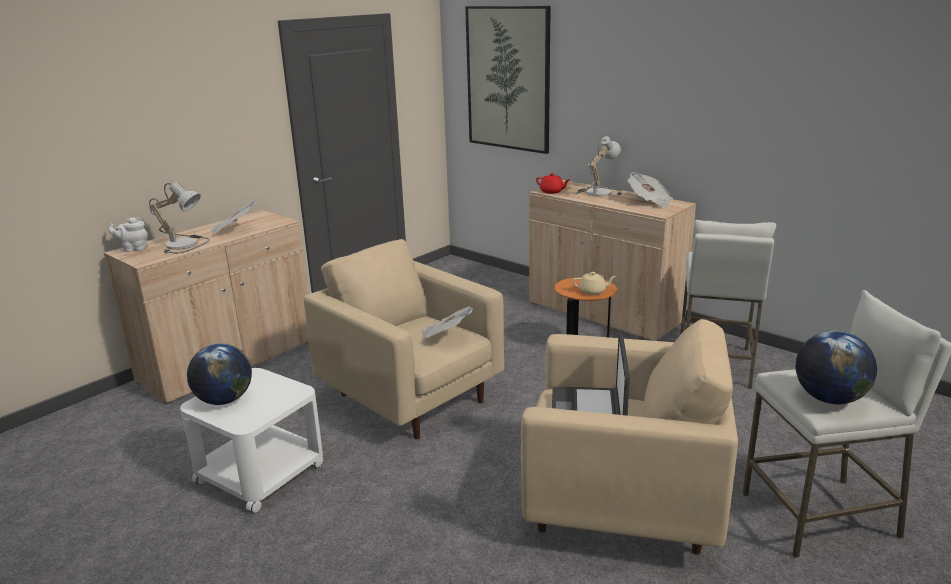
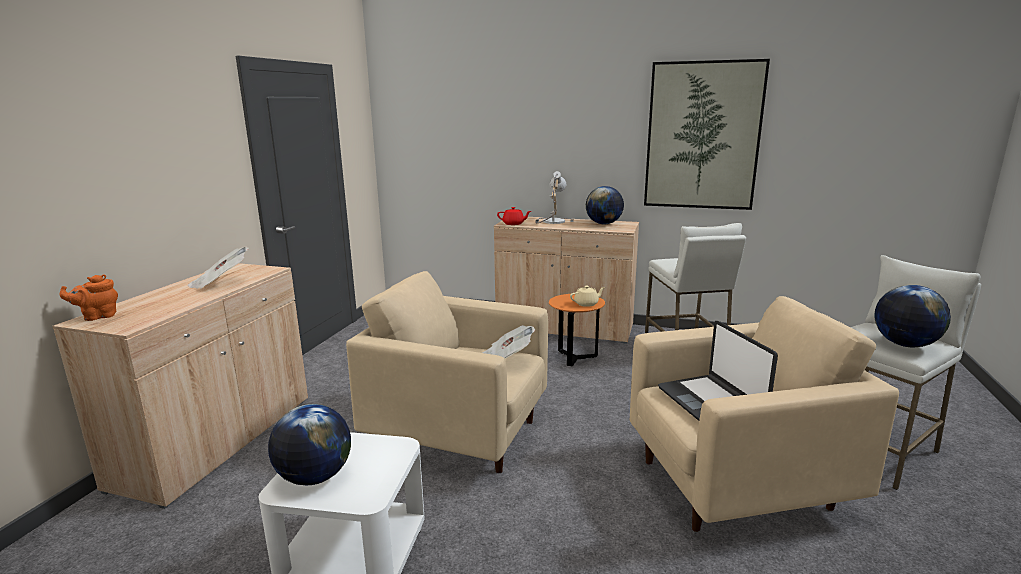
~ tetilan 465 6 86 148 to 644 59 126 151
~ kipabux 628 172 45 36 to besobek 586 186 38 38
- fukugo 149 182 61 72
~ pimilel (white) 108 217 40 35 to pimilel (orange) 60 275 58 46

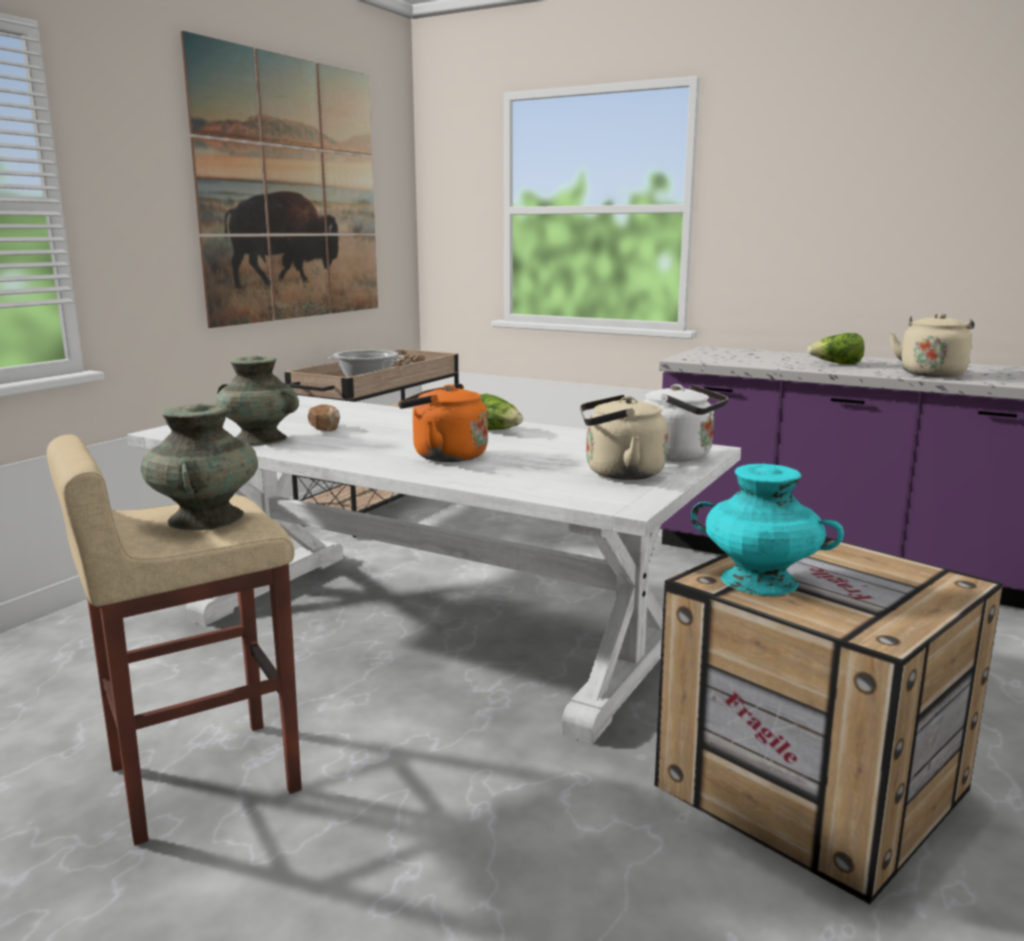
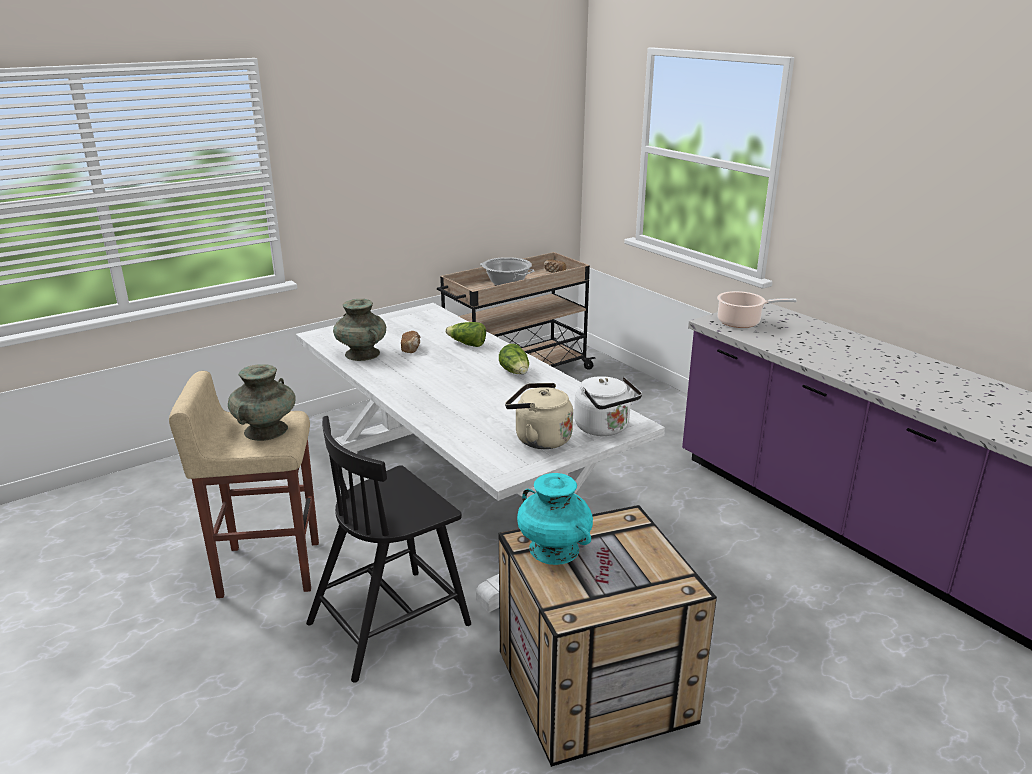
- tetilan 181 31 197 297
- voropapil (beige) 890 313 84 64
~ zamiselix 807 333 58 31 to 445 322 41 25
- voropapil (orange) 398 384 90 78
+ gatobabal 717 291 80 37
+ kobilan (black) 306 416 165 267

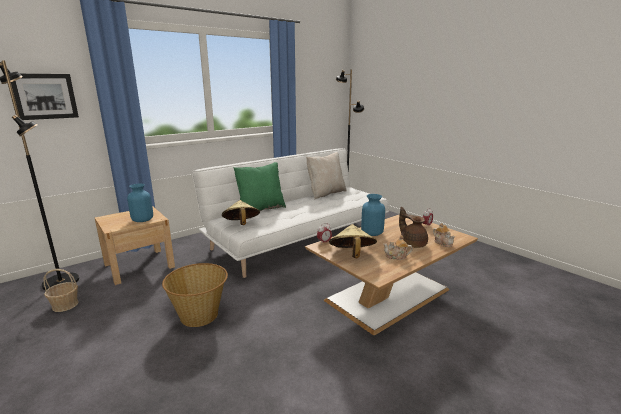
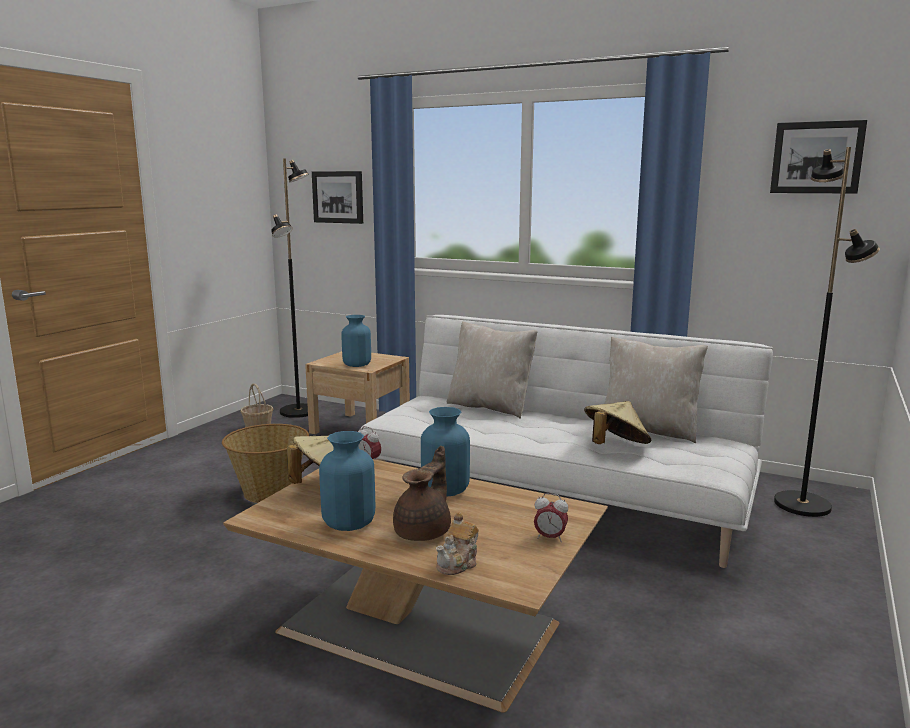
~ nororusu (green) 234 162 52 49 to nororusu (beige) 447 321 91 98
~ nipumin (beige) 222 200 38 25 to 584 401 67 43
~ pimilel 383 235 30 25 to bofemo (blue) 319 431 56 100
+ tetilan 770 120 97 74

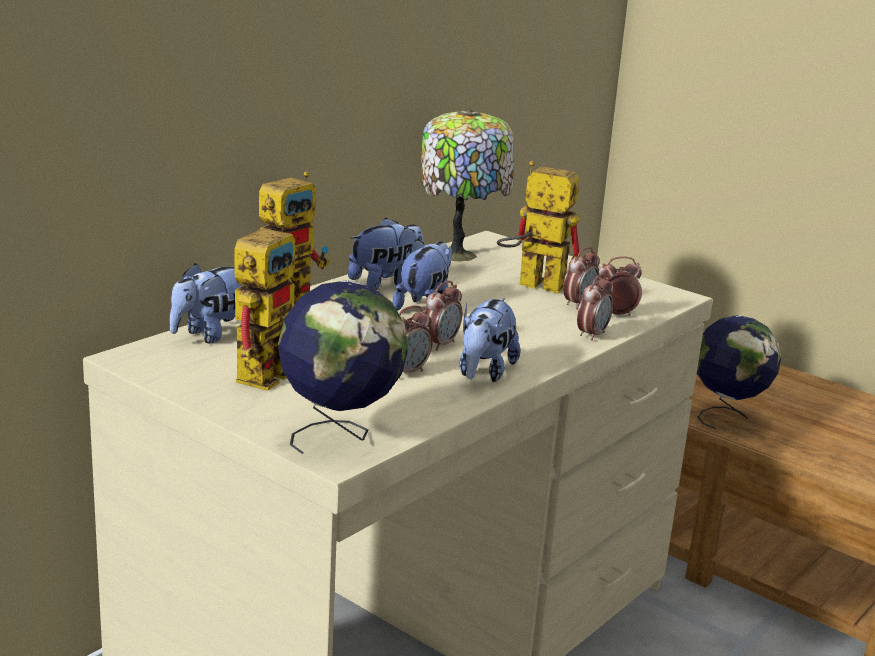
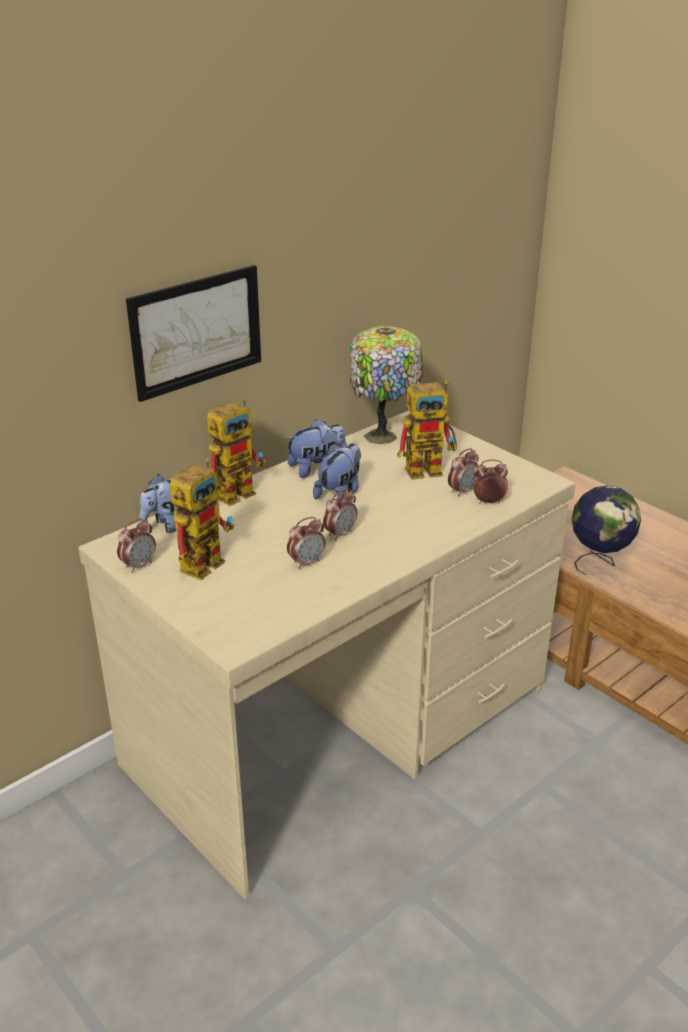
~ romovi 497 161 85 133 = 397 380 60 100 135 degrees clockwise
~ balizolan 577 274 37 67 to 117 519 39 54
- besobek 278 280 130 174
- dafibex 459 298 61 84
+ tetilan 126 265 135 137

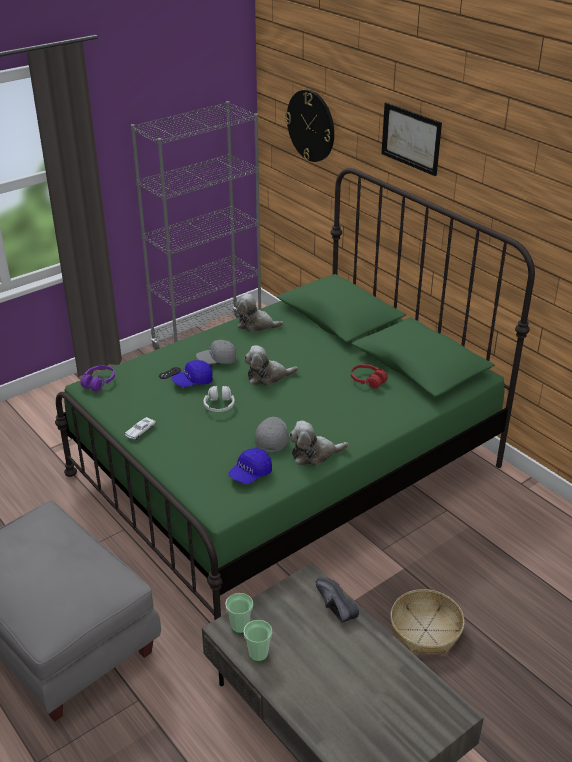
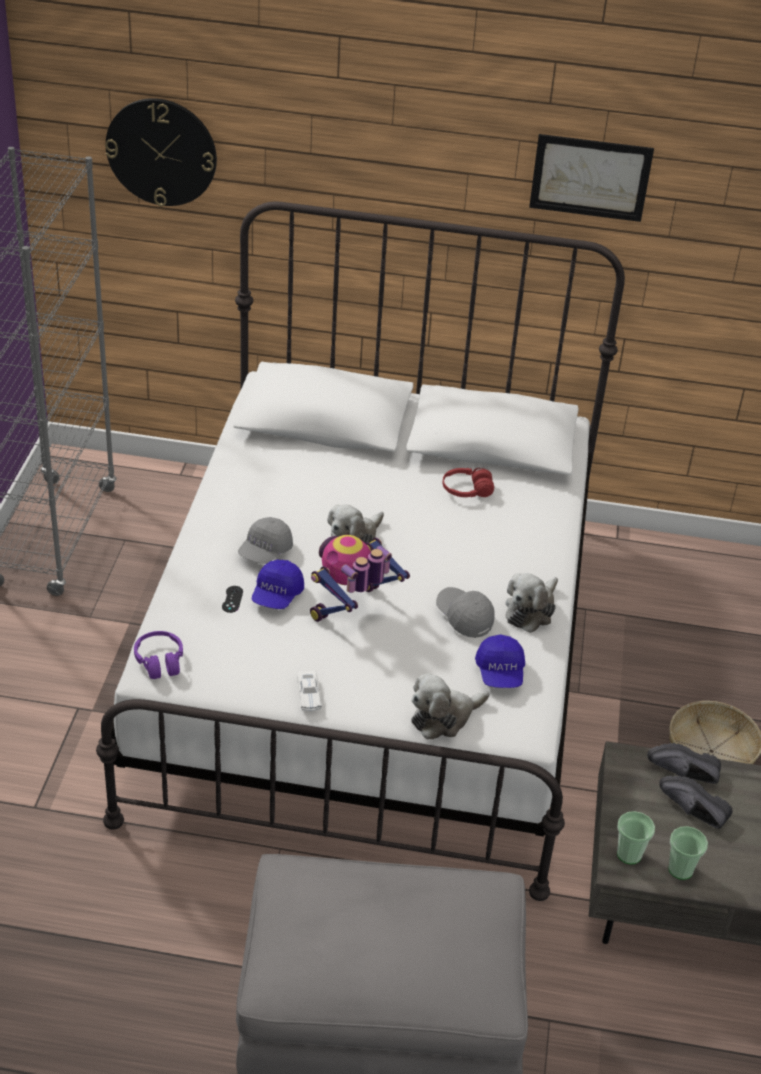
~ tetilan 381 102 61 74 to 529 134 125 88
~ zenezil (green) 55 168 480 452 to zenezil (white) 96 201 529 700
~ dafibex 235 293 49 39 to 411 673 78 67
~ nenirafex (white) 204 386 31 26 to romovi 310 535 100 87
+ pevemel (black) 659 776 73 53

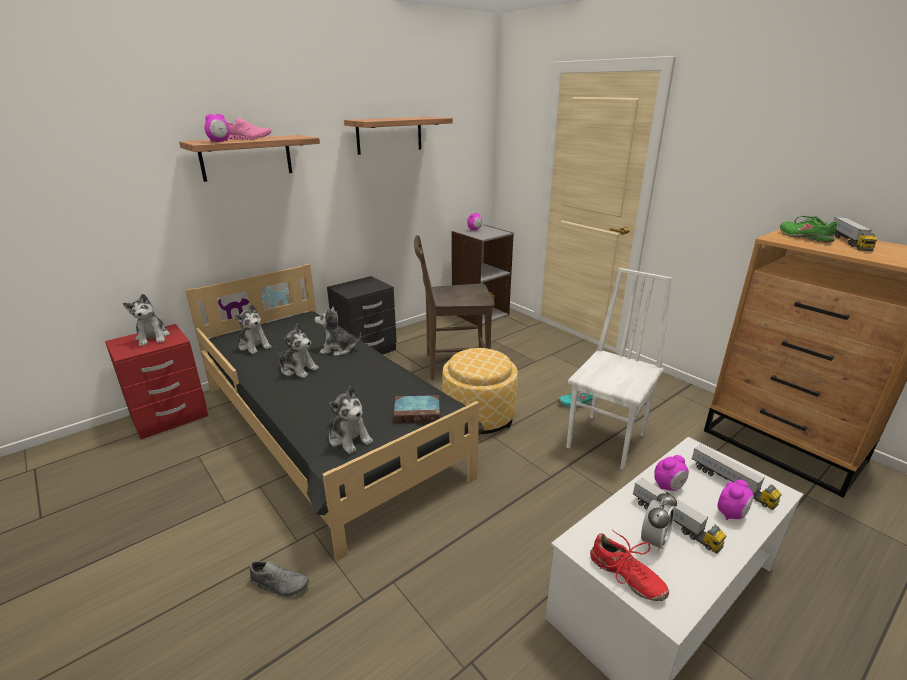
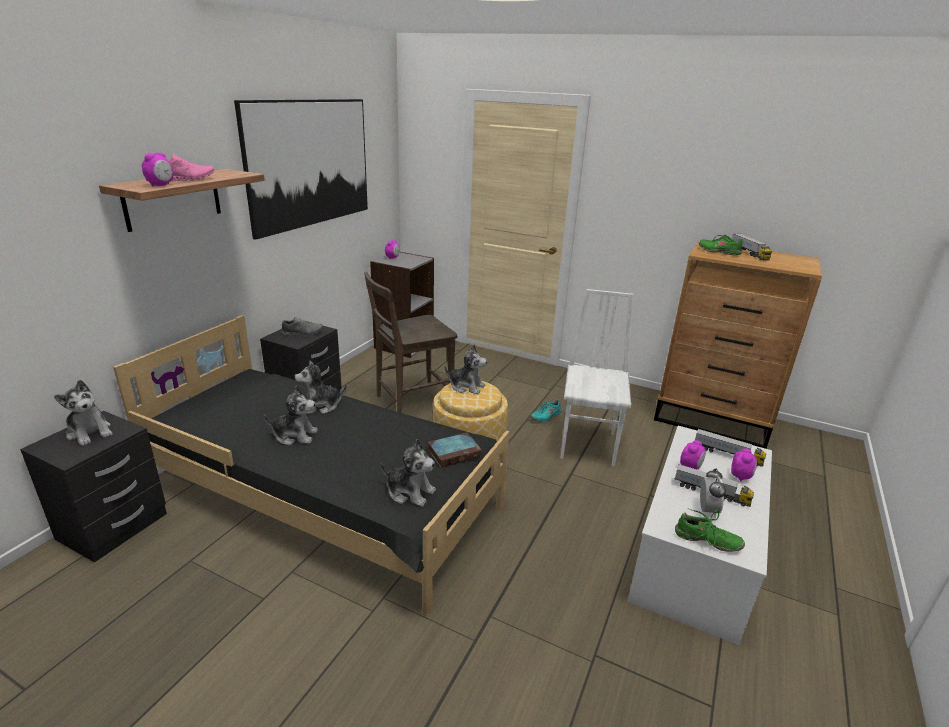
~ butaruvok 344 117 109 38 to tetilan 234 99 134 141
~ dafibex 235 304 37 50 to 445 344 42 50
~ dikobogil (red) 105 324 104 115 to dikobogil (black) 20 411 147 151
~ pevemel (red) 590 530 79 71 to pevemel (green) 675 508 70 44
~ pevemel (grey) 250 561 59 36 to 282 317 41 19

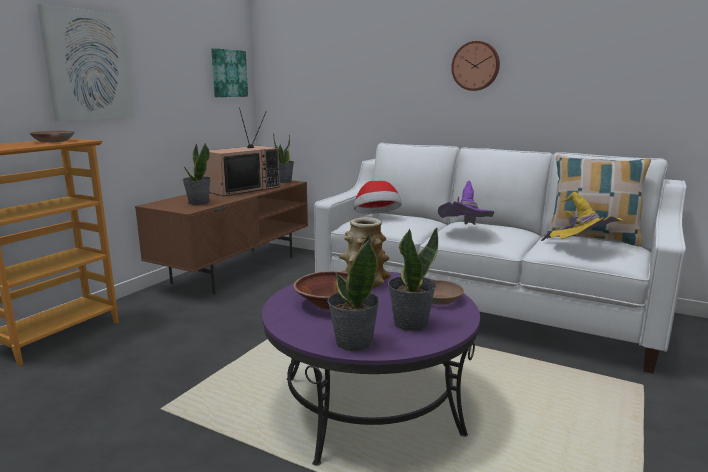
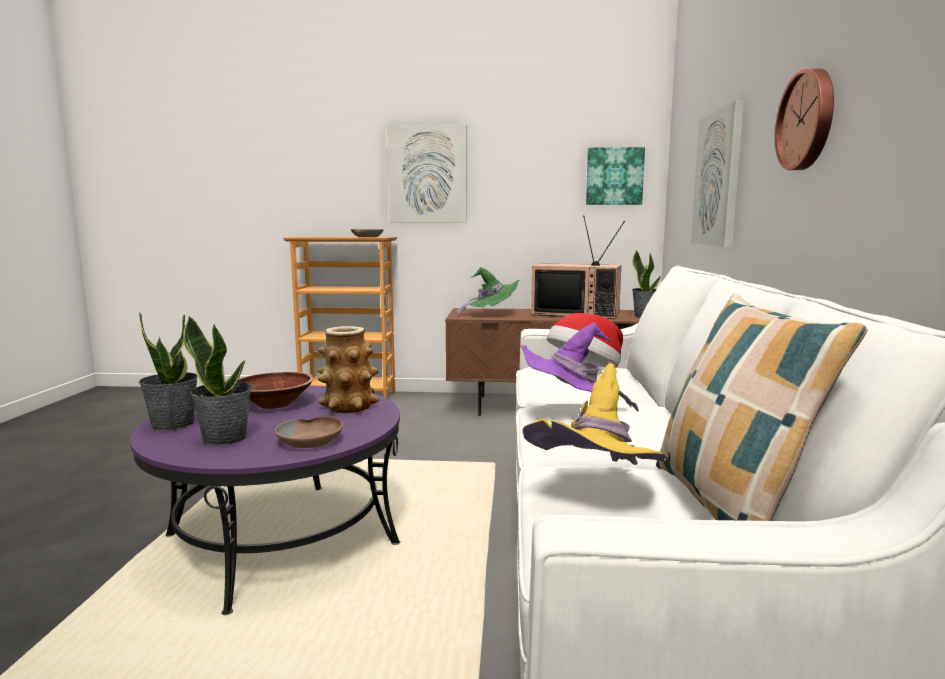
~ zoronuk 182 143 29 62 to nipumin (green) 456 267 63 49
+ tetilan 691 100 53 147

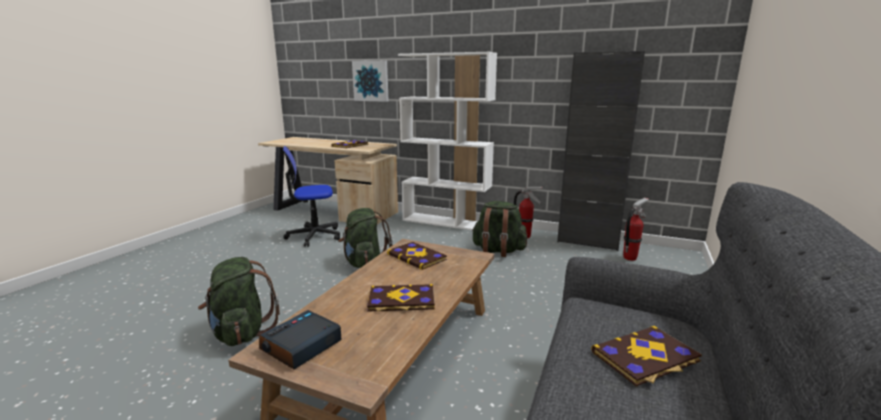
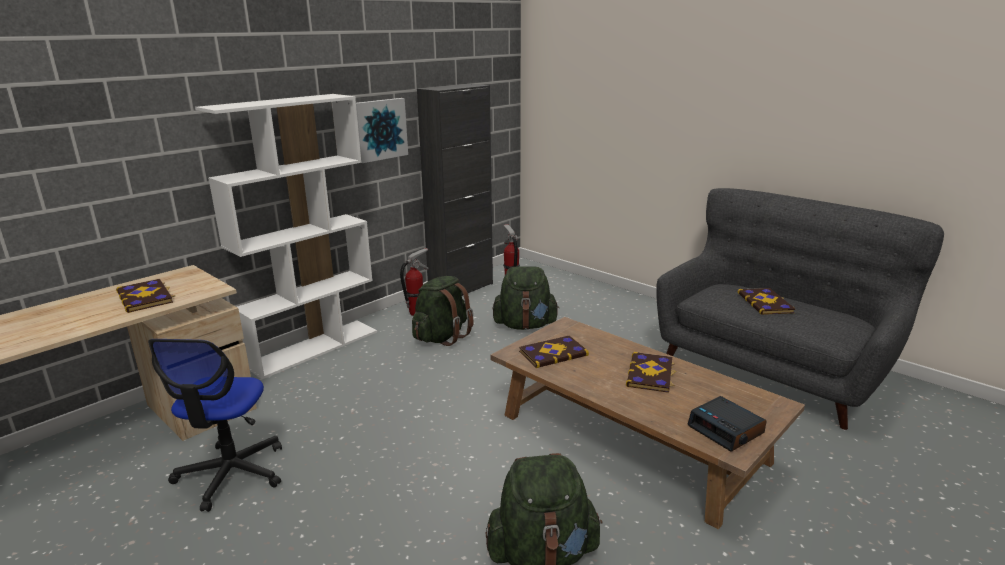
~ tetilan 352 61 37 41 to 356 98 52 65
~ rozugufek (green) 338 208 55 60 to 492 266 67 64

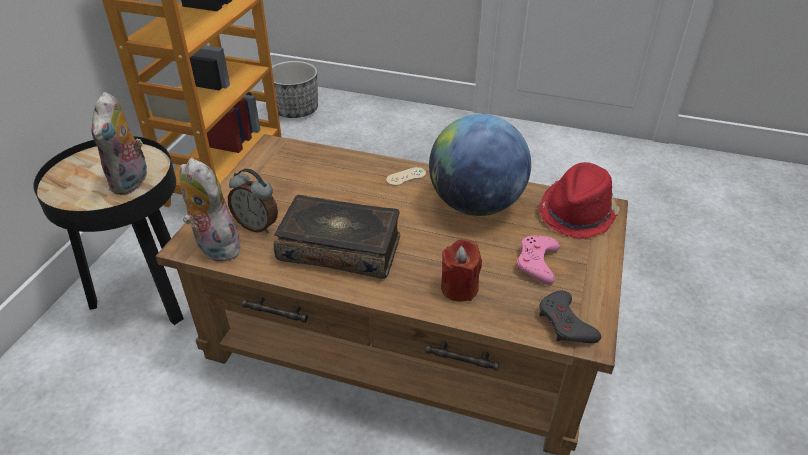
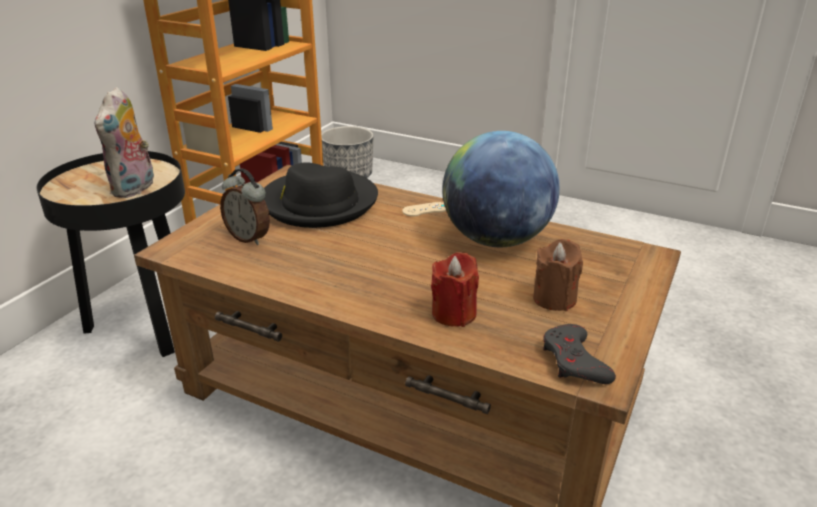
- dafibex 180 158 65 104
- nipumin (red) 539 162 81 77
- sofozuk 274 195 126 84
~ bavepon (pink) 517 236 43 49 to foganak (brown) 533 239 50 72
+ nipumin (black) 264 162 114 66

